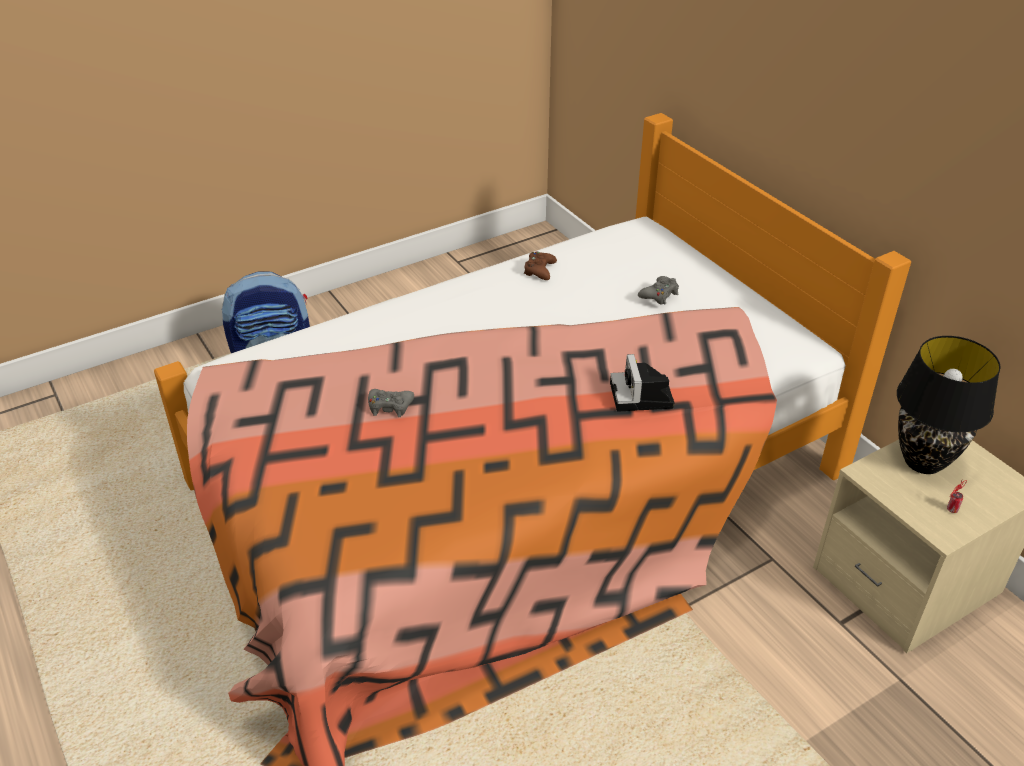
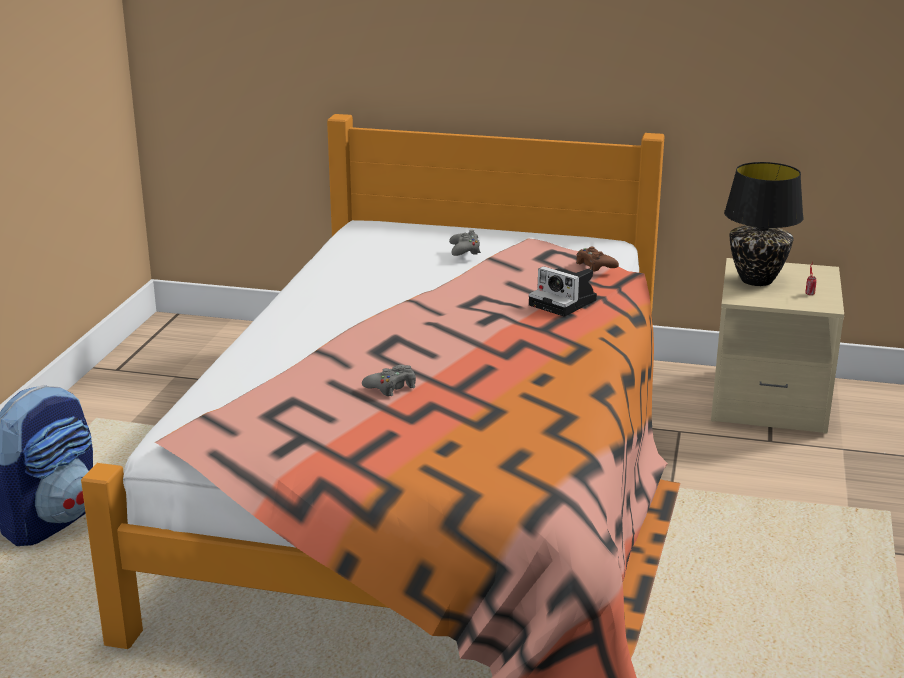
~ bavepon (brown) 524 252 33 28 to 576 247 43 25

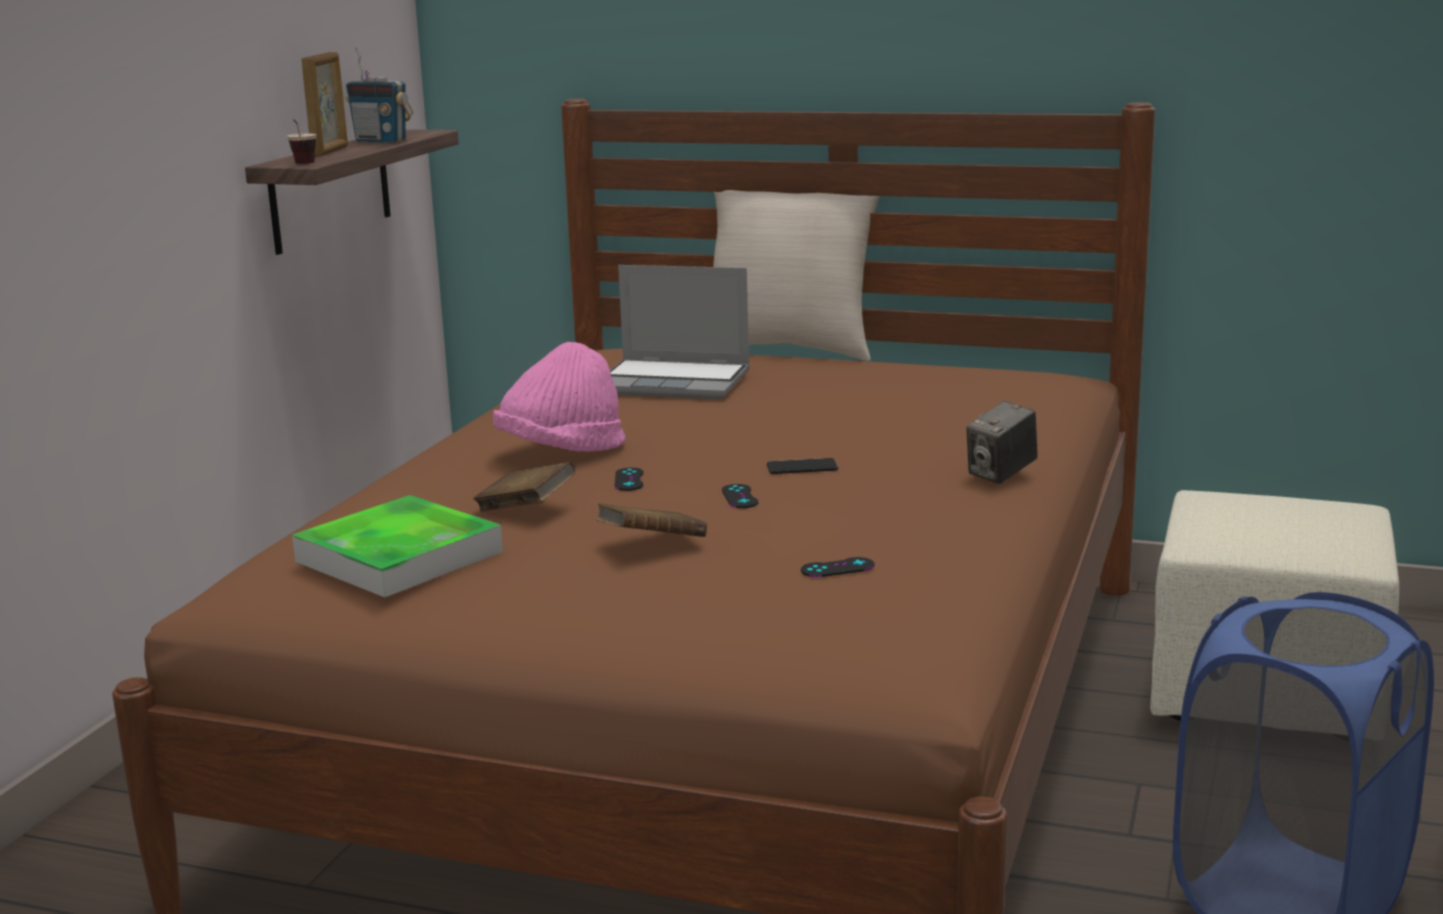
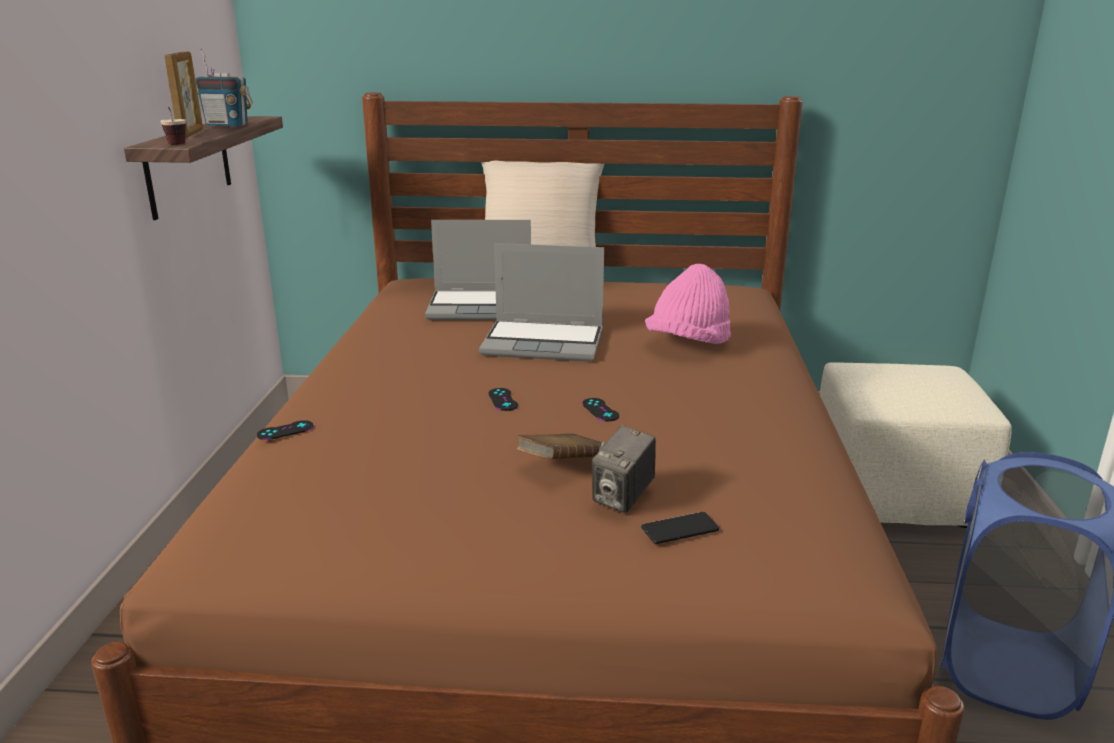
~ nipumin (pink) 493 342 132 110 to 645 264 86 80
~ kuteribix 966 401 72 83 to 592 425 64 88
~ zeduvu 767 458 71 16 to 641 512 78 32
- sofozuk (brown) 473 462 102 50
- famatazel 292 495 211 102
~ bavepon (black) 801 557 73 20 to 257 420 56 20
+ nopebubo 479 243 125 119

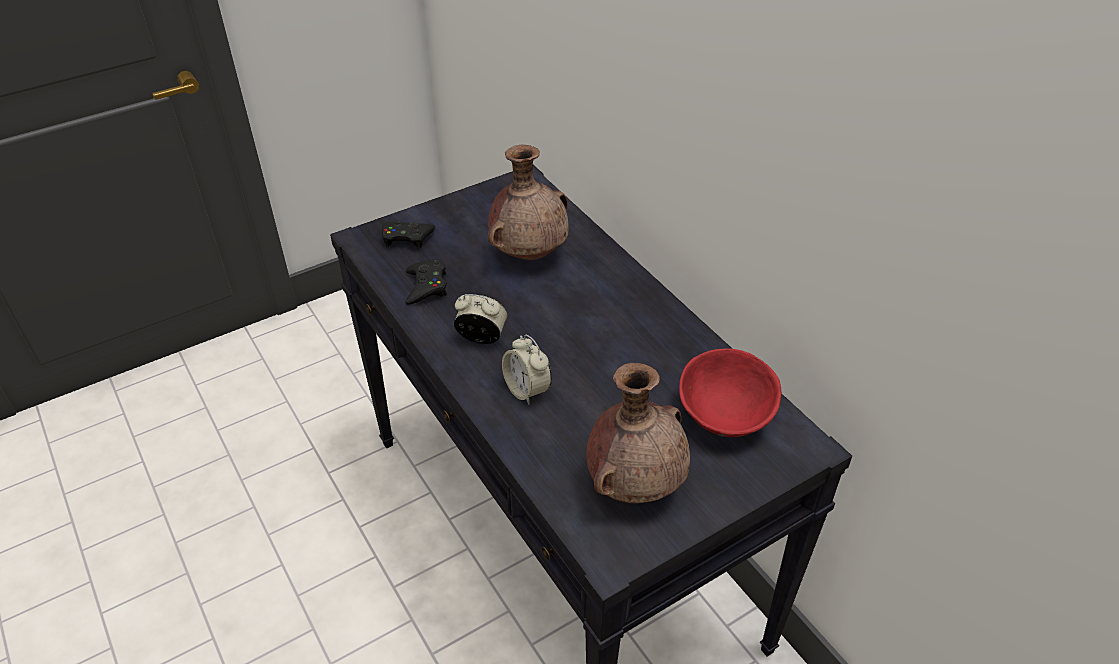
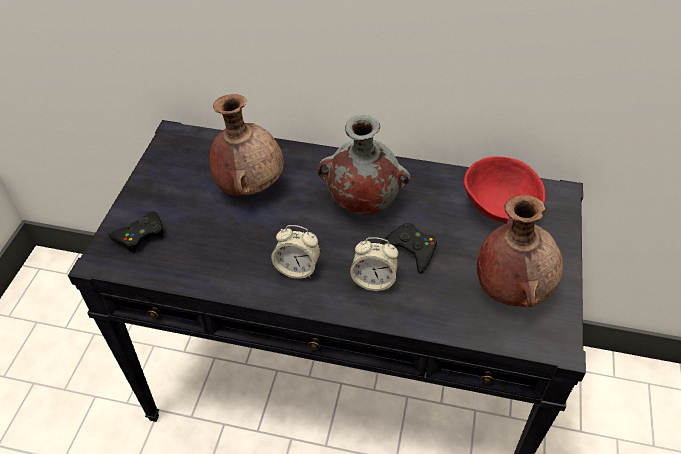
~ bavepon (black) 405 260 42 45 to 382 223 55 51
~ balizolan 454 294 53 50 = 271 225 49 54 135 degrees counterclockwise
+ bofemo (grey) 318 114 92 100

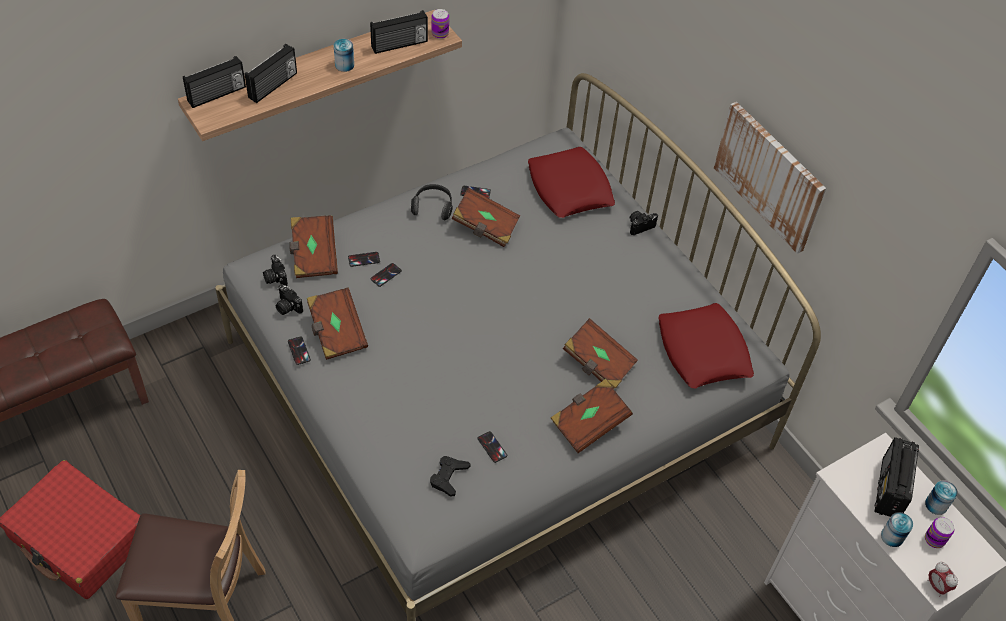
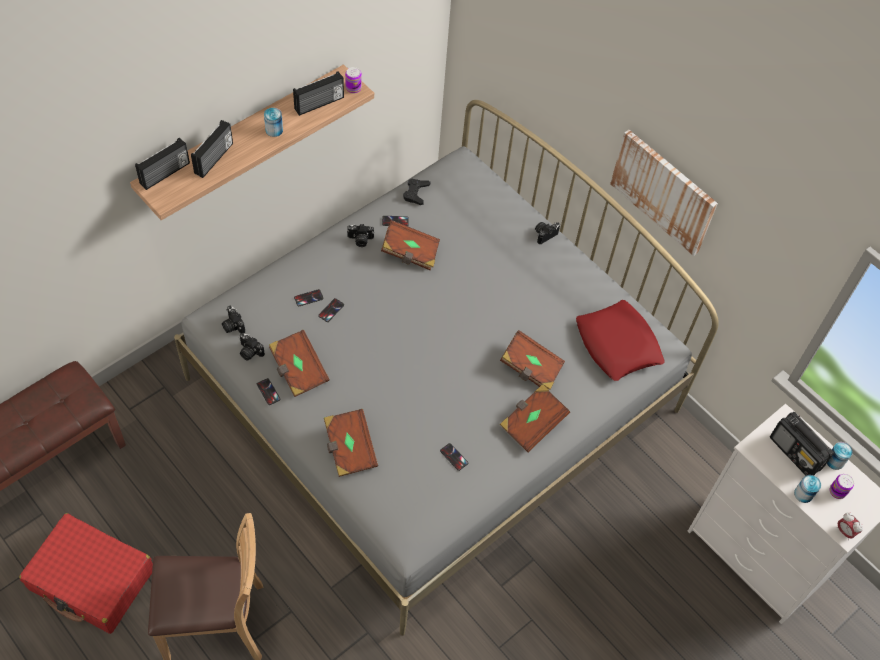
- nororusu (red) 528 147 87 71
~ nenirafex 411 184 42 36 to kuteribix 347 224 27 23
~ sofozuk (brown) 289 215 49 63 to 324 409 54 68
~ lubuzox 875 437 44 80 = 770 412 64 64 45 degrees counterclockwise
~ bavepon (black) 430 456 41 41 to 403 179 28 26

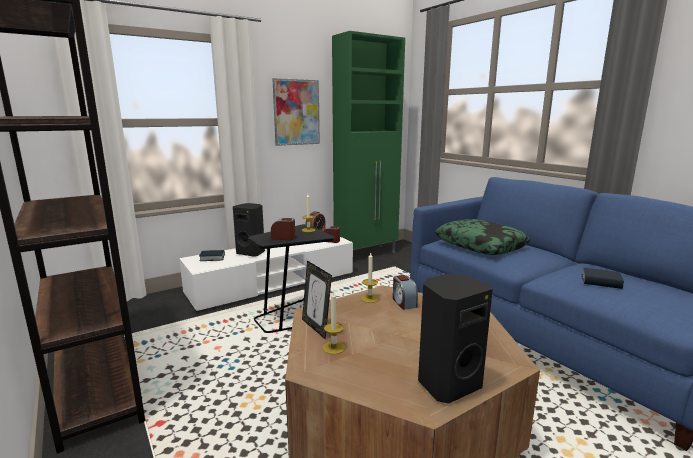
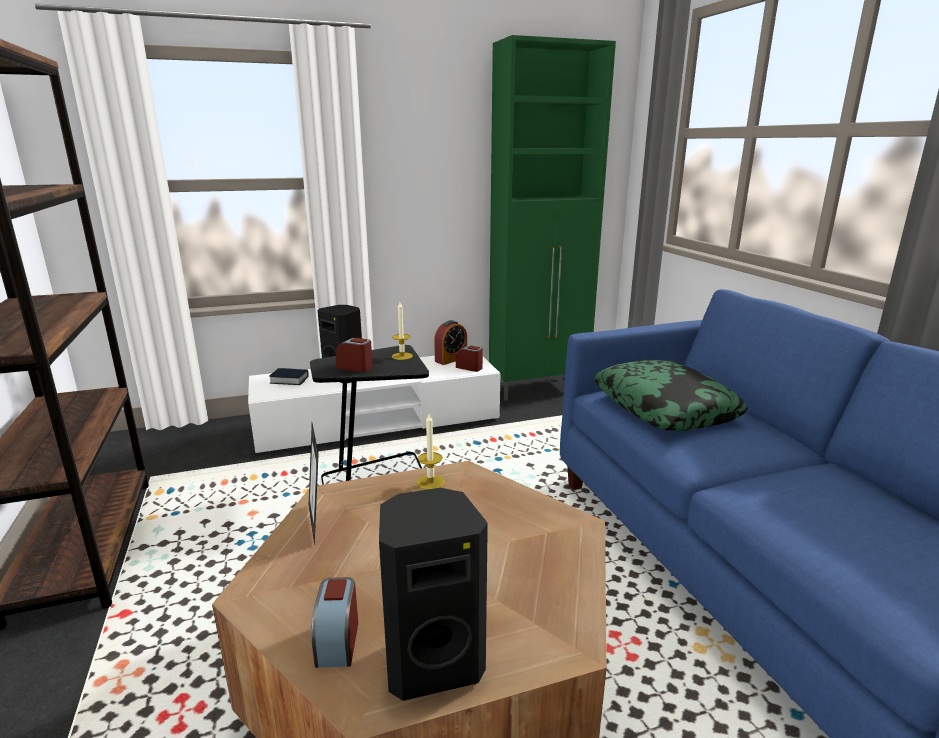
- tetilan 272 78 48 68
- sofozuk 582 268 42 21
~ balizolan 393 275 25 35 to 311 577 47 91
- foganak 322 290 23 65

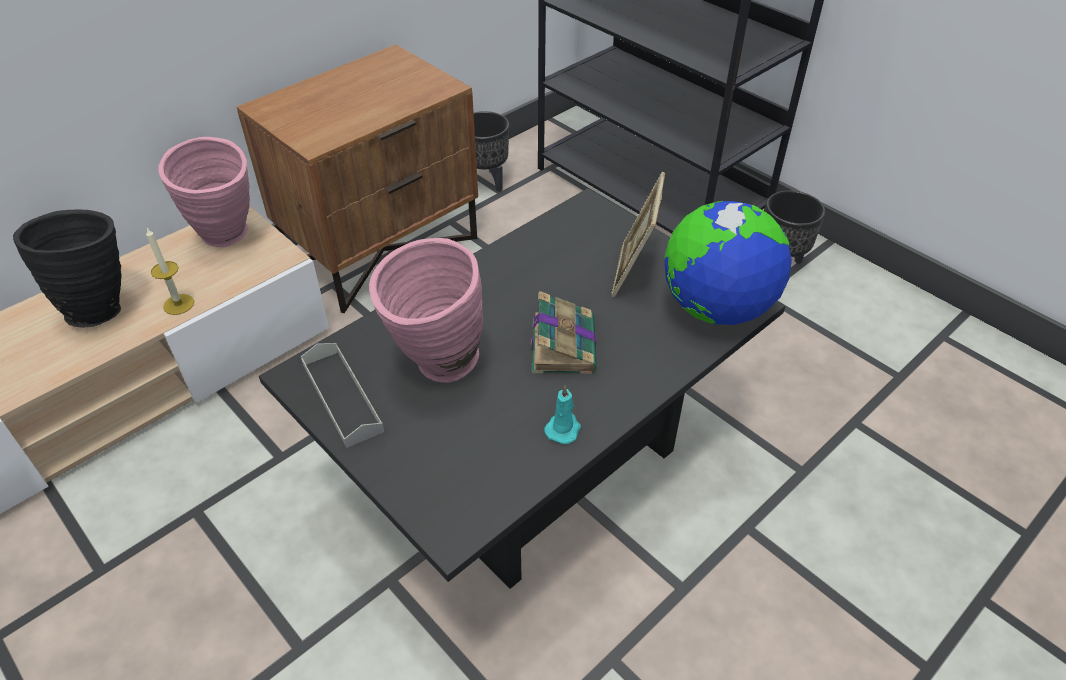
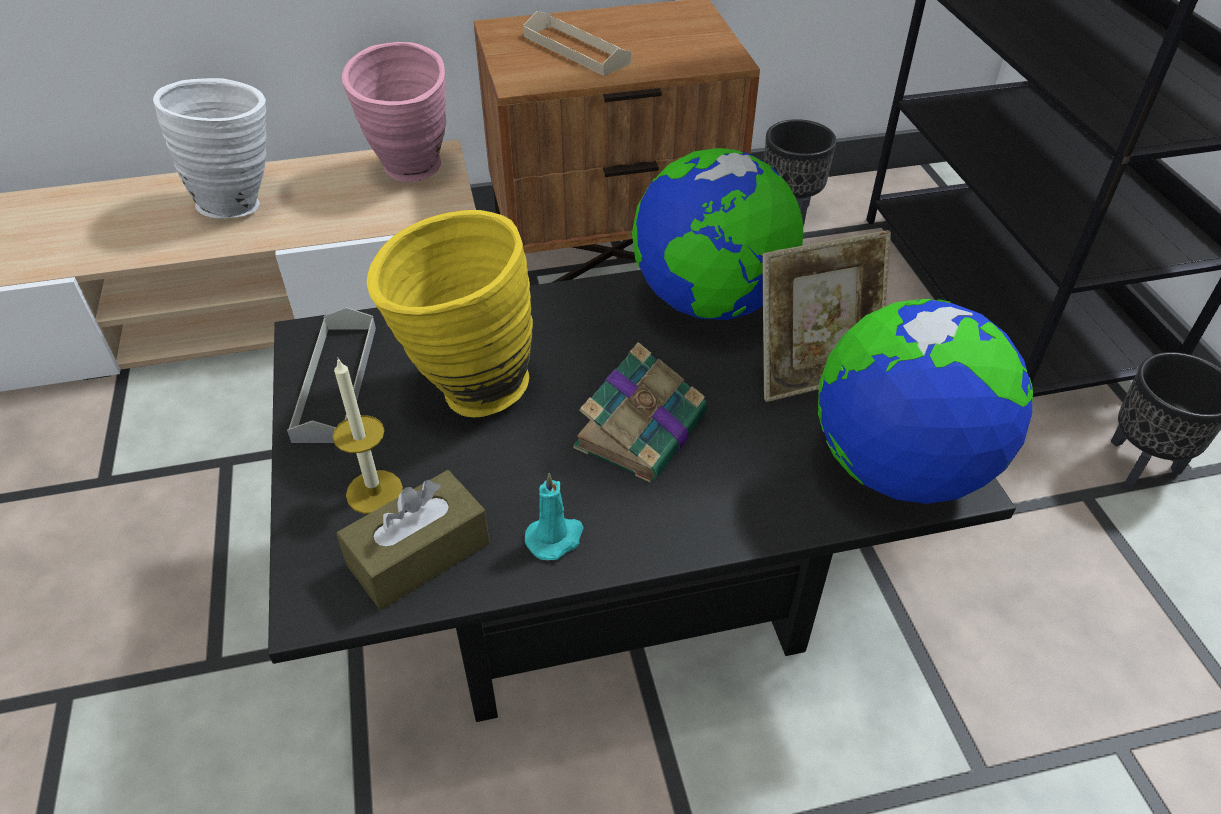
~ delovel 611 172 54 125 = 763 230 128 172 150 degrees counterclockwise
~ bofemo (black) 13 210 109 118 to bofemo (white) 153 78 114 140
~ foganak 146 228 48 87 to 333 357 70 157
~ bofemo (pink) 369 238 114 145 to bofemo (yellow) 367 210 166 207
+ famatazel (beige) 523 11 108 65
+ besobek 632 148 172 172
+ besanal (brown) 336 470 154 140

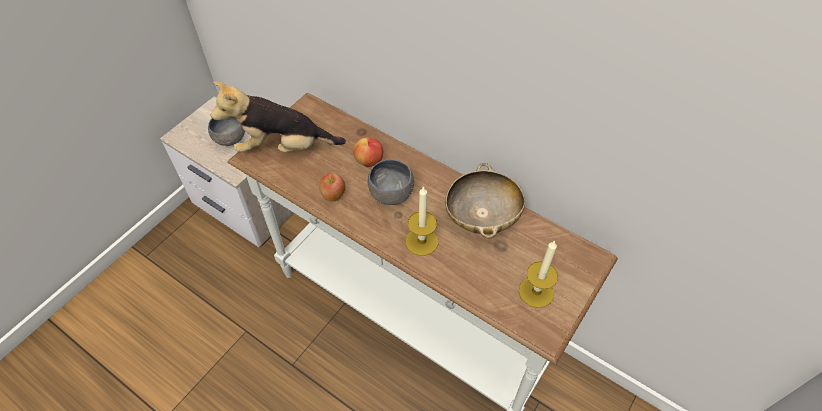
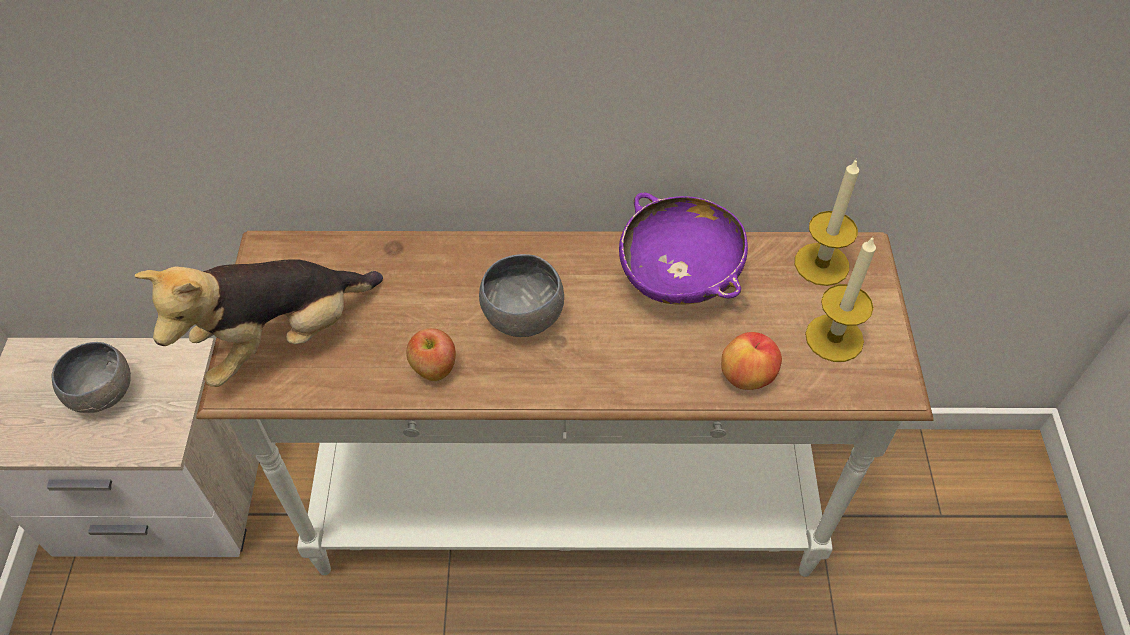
~ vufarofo 353 137 30 30 to 721 332 61 58
~ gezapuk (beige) 445 163 80 76 to gezapuk (purple) 619 193 129 111
~ foganak 406 186 32 70 to 795 158 64 128

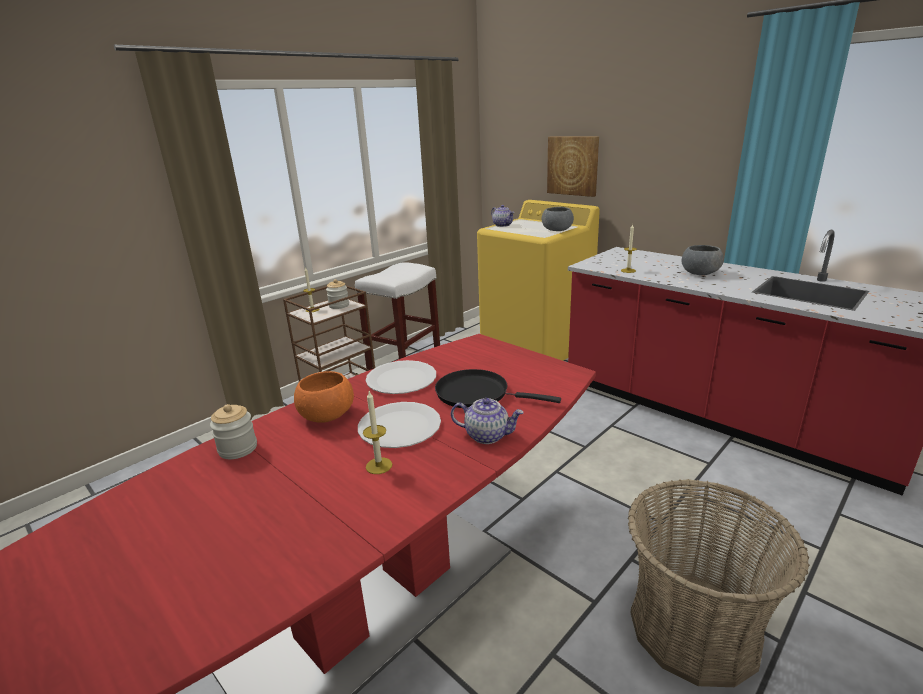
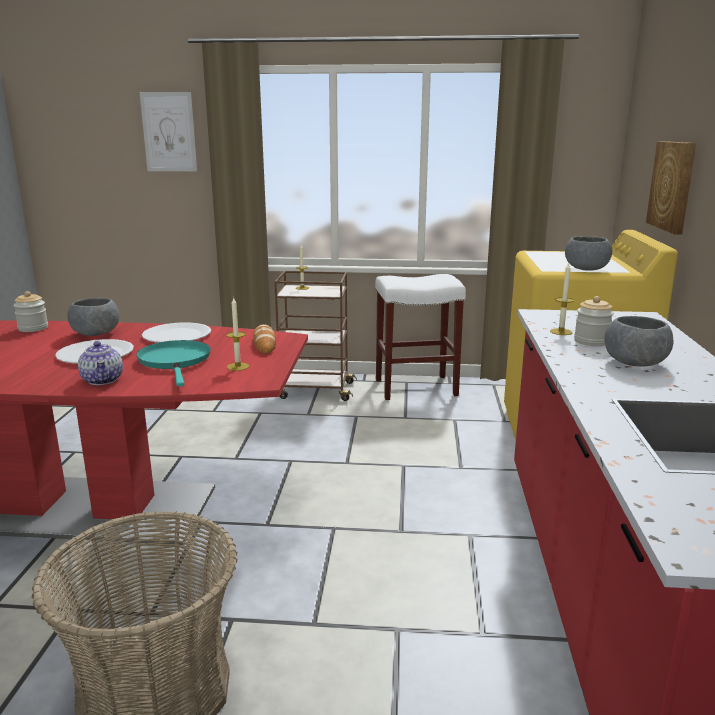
- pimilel 491 205 23 22
~ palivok 326 279 23 30 to 574 296 40 50
~ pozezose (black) 435 369 126 39 to pozezose (turquoise) 136 340 75 47
~ gezapuk (orange) 294 371 60 52 to gezapuk (grey) 67 298 53 38
~ foganak 363 391 29 83 to 226 298 23 73
+ tetilan 140 92 57 79
+ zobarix 253 324 23 29

